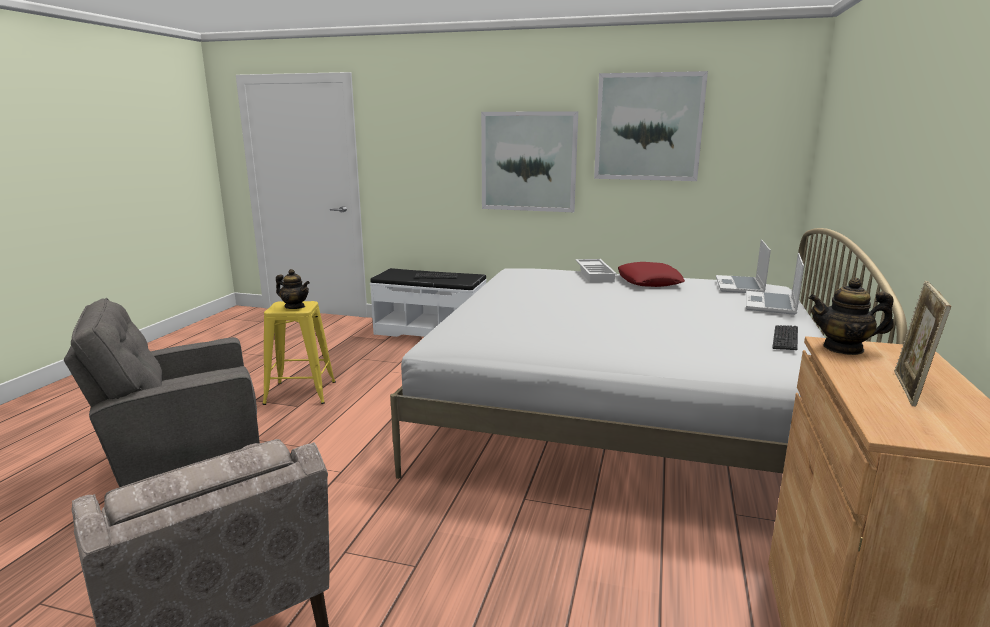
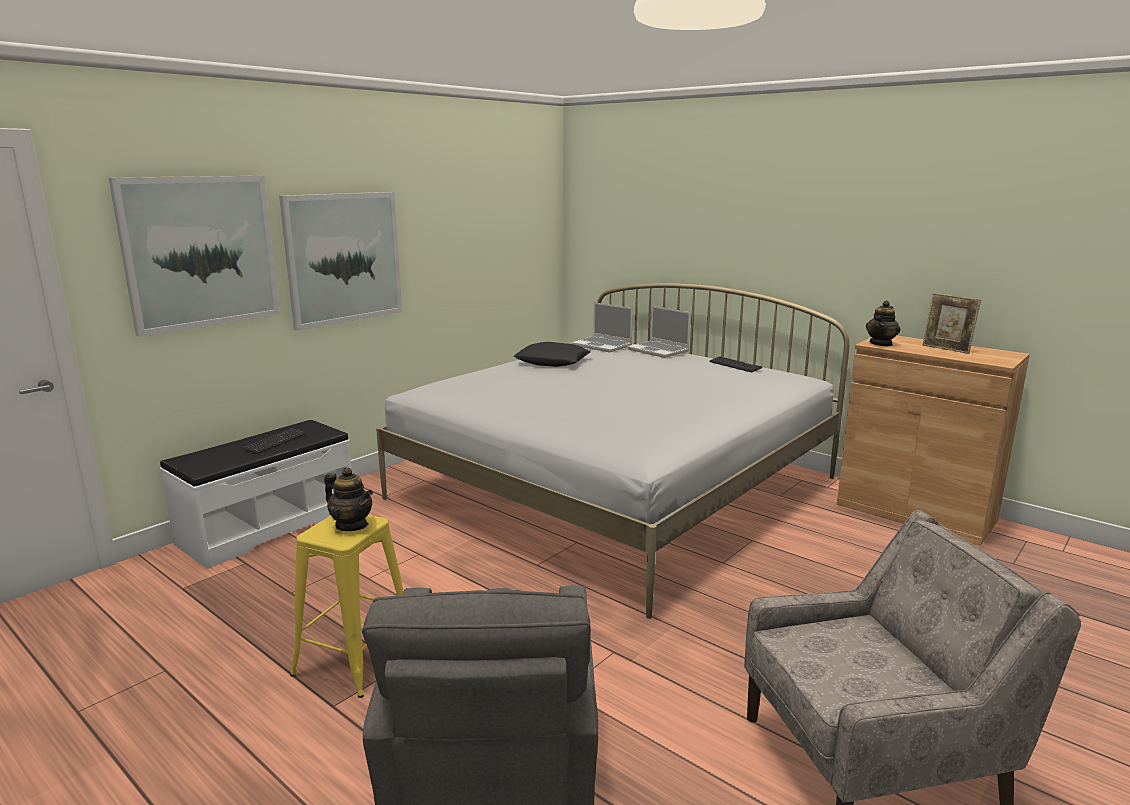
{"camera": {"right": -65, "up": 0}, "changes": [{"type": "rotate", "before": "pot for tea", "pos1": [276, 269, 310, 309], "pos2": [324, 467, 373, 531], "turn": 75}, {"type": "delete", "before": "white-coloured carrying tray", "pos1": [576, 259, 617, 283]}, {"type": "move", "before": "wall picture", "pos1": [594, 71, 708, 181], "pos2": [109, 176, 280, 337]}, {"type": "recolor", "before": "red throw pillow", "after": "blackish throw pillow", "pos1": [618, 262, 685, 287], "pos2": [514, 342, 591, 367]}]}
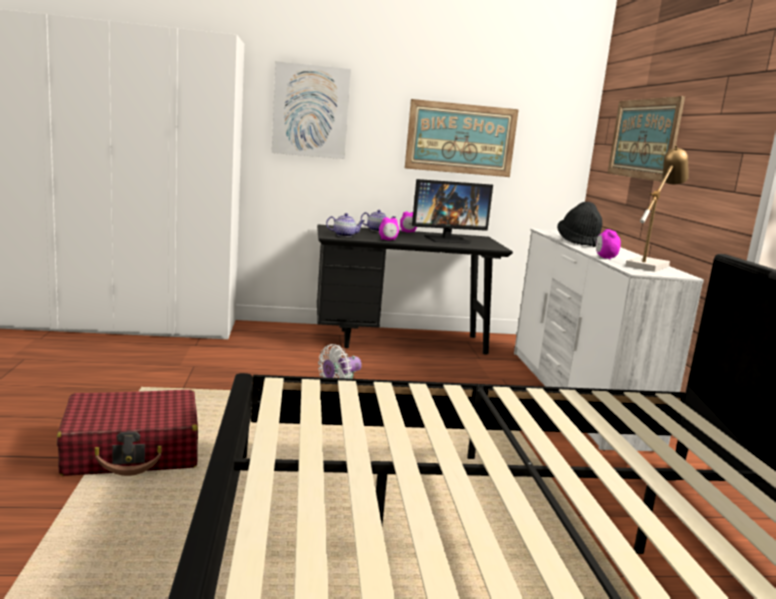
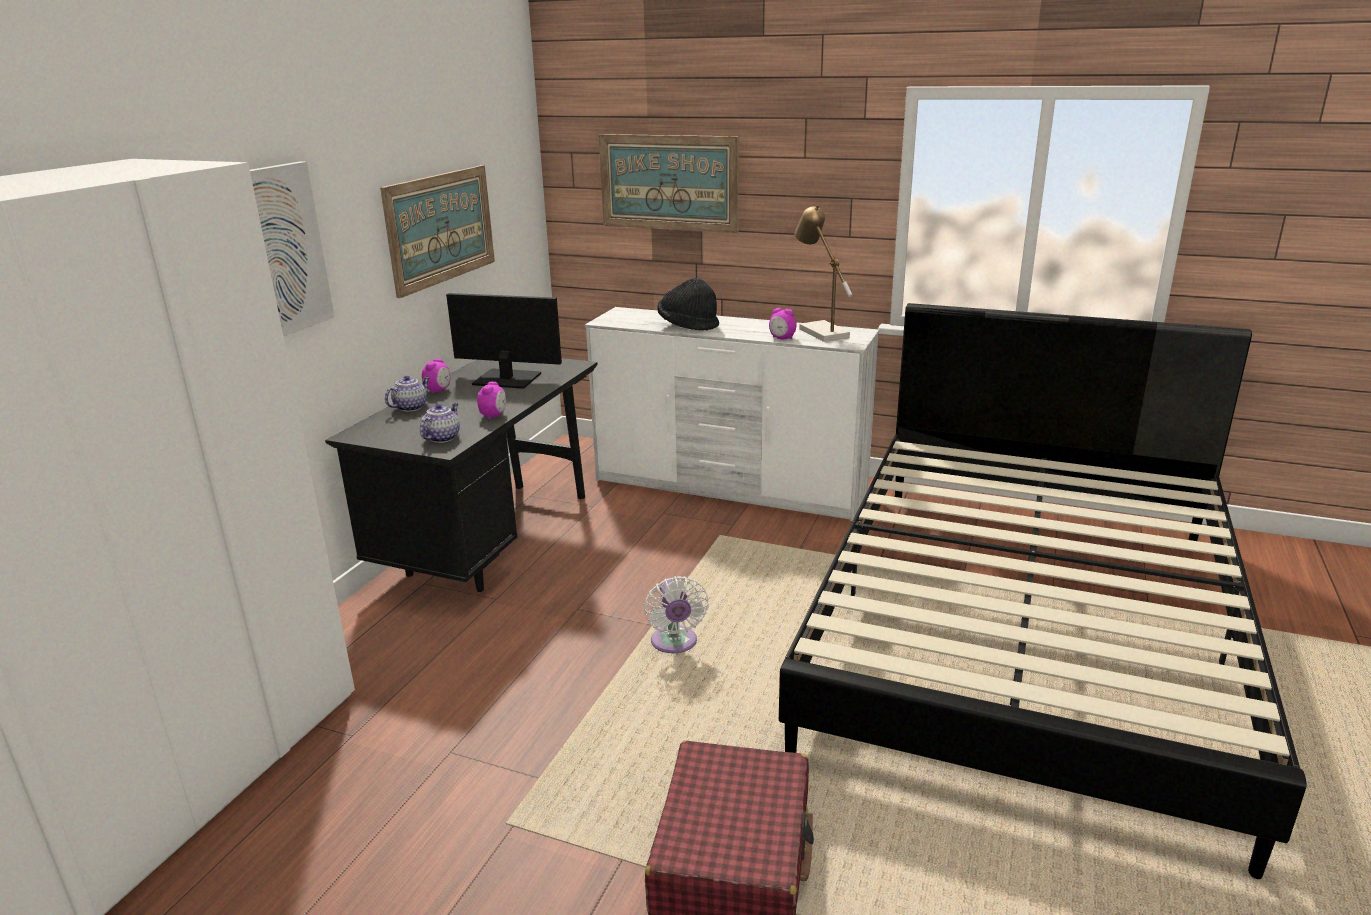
{"camera": {"right": -60, "up": 10}, "changes": [{"type": "rotate", "before": "computer display", "pos1": [412, 179, 493, 244], "pos2": [446, 293, 562, 389], "turn": -90}]}
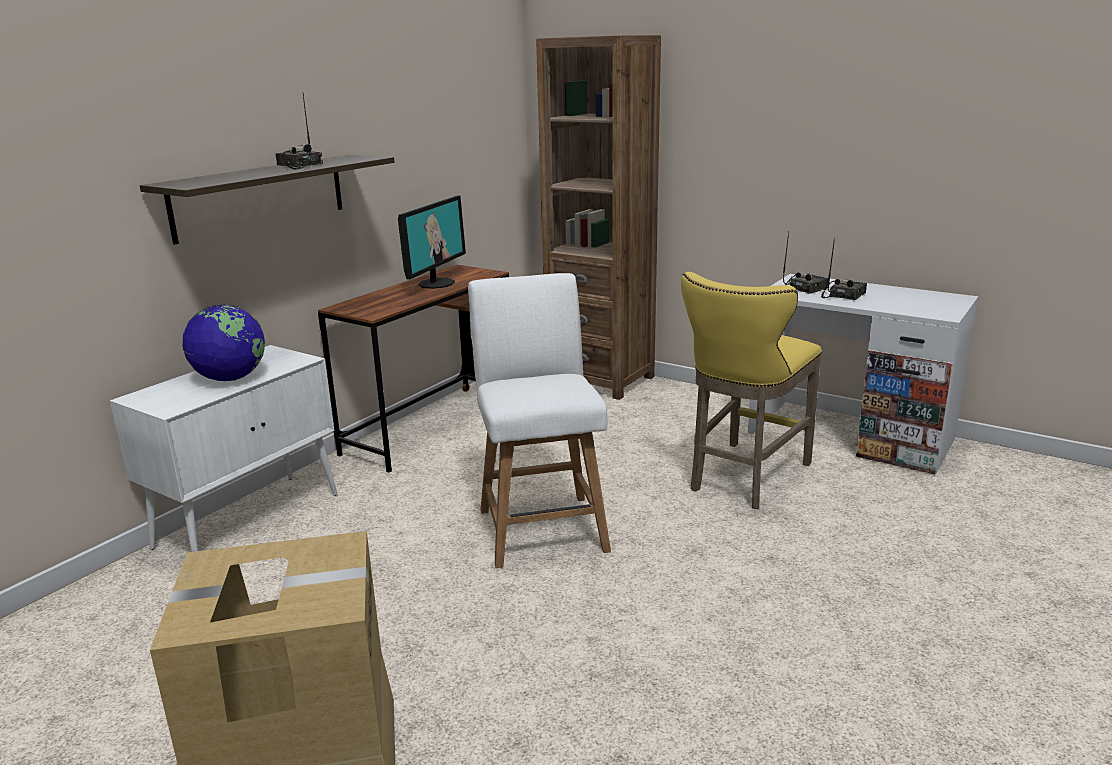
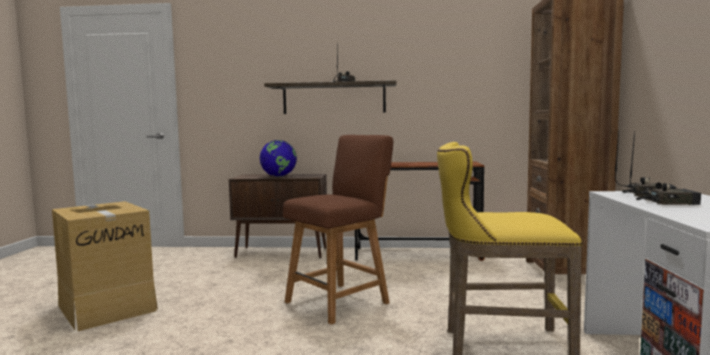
{"camera": {"right": 60, "up": -15}, "changes": [{"type": "recolor", "before": "white-coloured cupboard", "after": "brown-coloured cupboard", "pos1": [110, 345, 337, 552], "pos2": [229, 174, 327, 258]}, {"type": "delete", "before": "computer display", "pos1": [398, 195, 466, 289]}, {"type": "recolor", "before": "white-coloured chair", "after": "brown-coloured chair", "pos1": [468, 273, 611, 568], "pos2": [283, 135, 393, 325]}]}
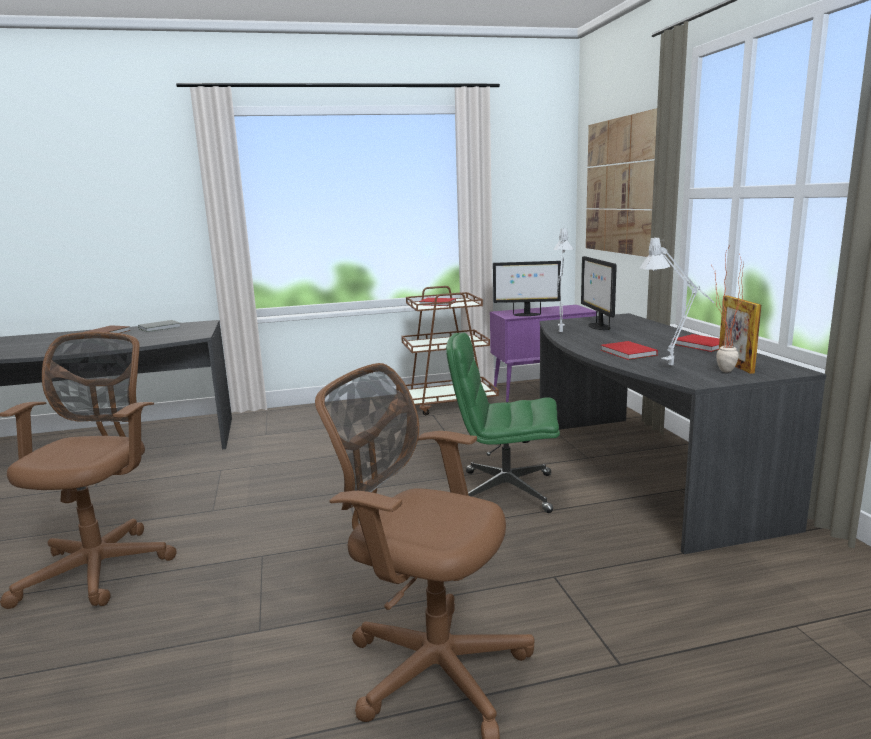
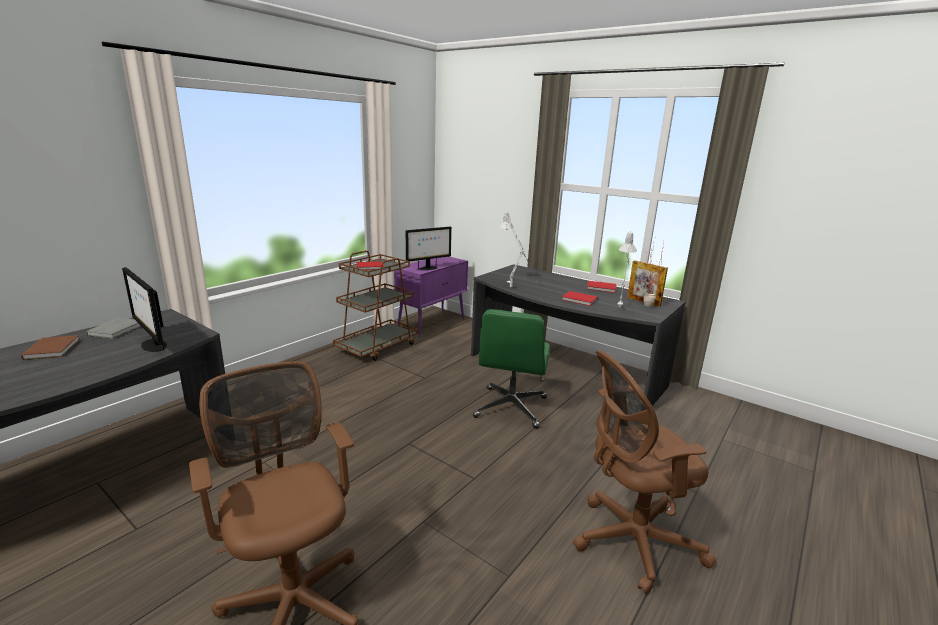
{"camera": {"right": -40, "up": 5}, "changes": [{"type": "rotate", "before": "green-coloured desk chair", "pos1": [446, 332, 560, 513], "pos2": [473, 309, 550, 429], "turn": -45}, {"type": "move", "before": "computer display", "pos1": [581, 256, 617, 330], "pos2": [122, 267, 167, 352]}, {"type": "delete", "before": "wall picture", "pos1": [586, 108, 657, 257]}]}
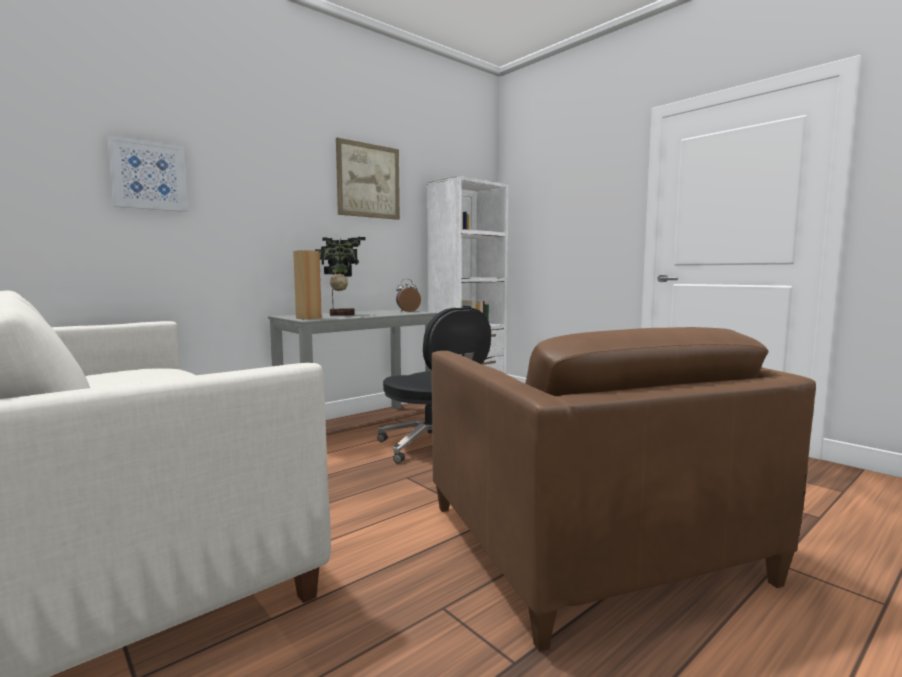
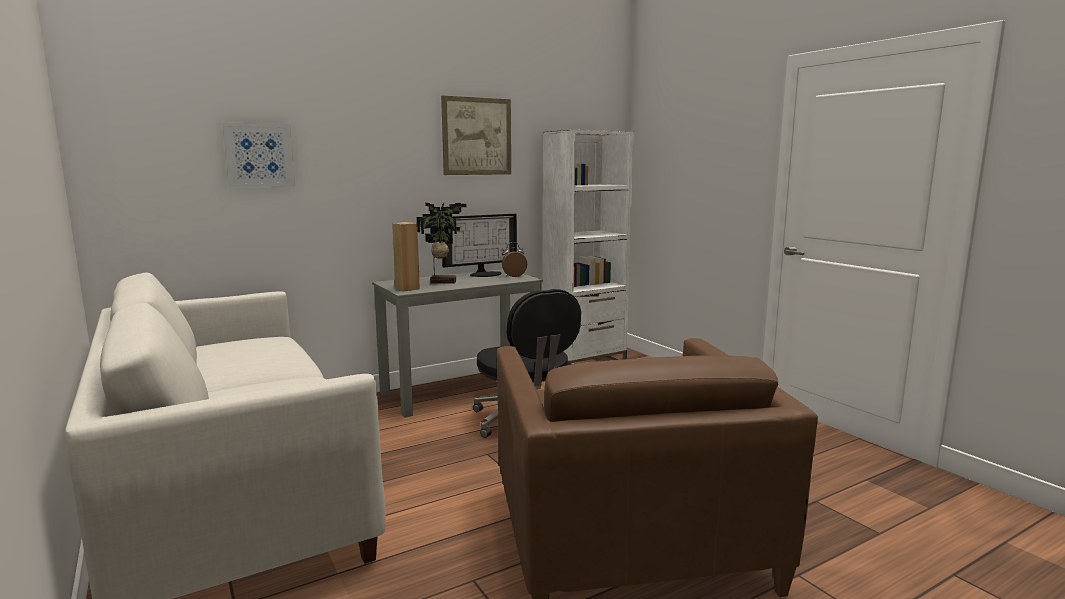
{"camera": {"right": 10, "up": 5}, "changes": [{"type": "insert", "after": "computer display", "pos2": [442, 214, 517, 277]}]}
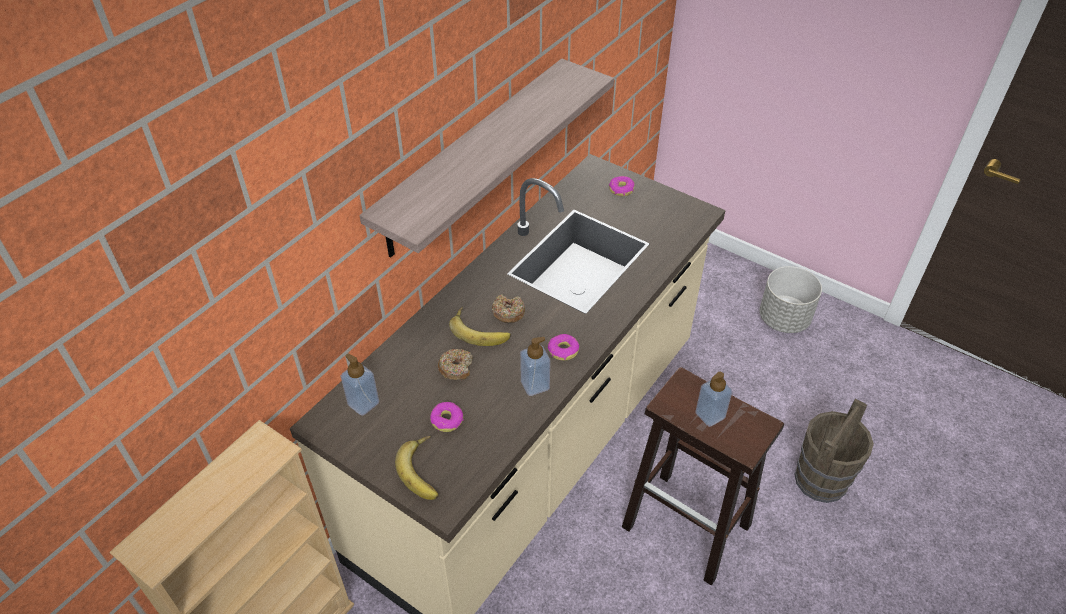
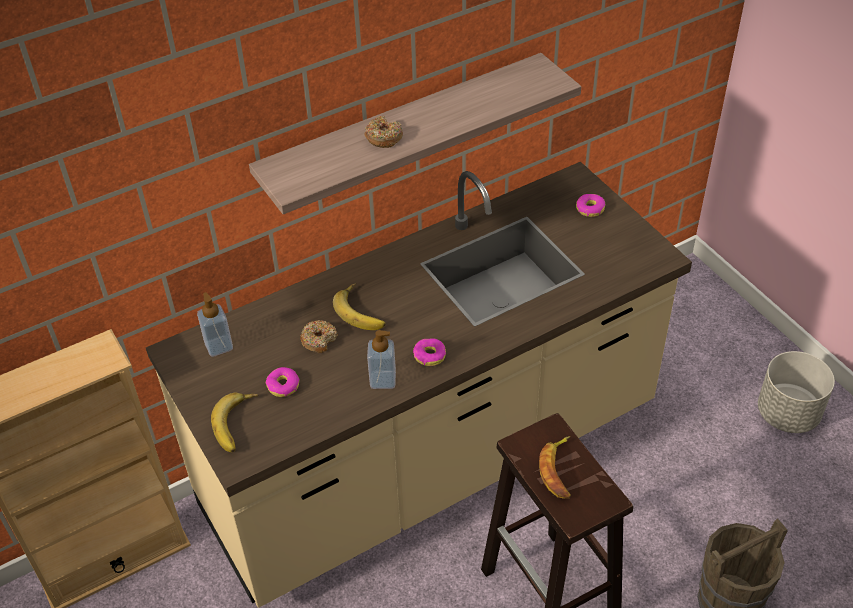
{"camera": {"right": 25, "up": 0}, "changes": [{"type": "move", "before": "doughnut", "pos1": [492, 294, 525, 323], "pos2": [365, 116, 403, 148]}, {"type": "replace", "before": "soap dispenser", "after": "banana fruit", "pos1": [695, 372, 732, 427], "pos2": [539, 436, 571, 498]}]}
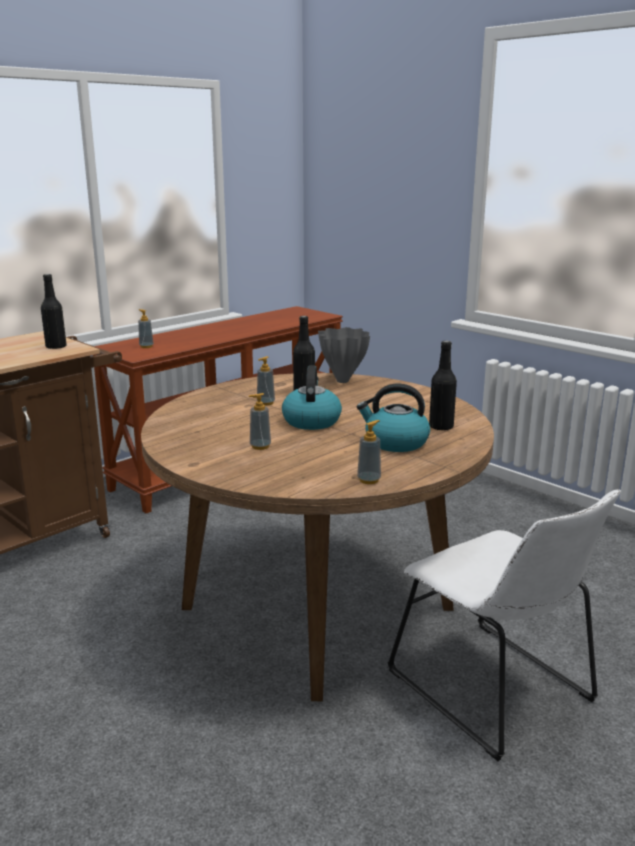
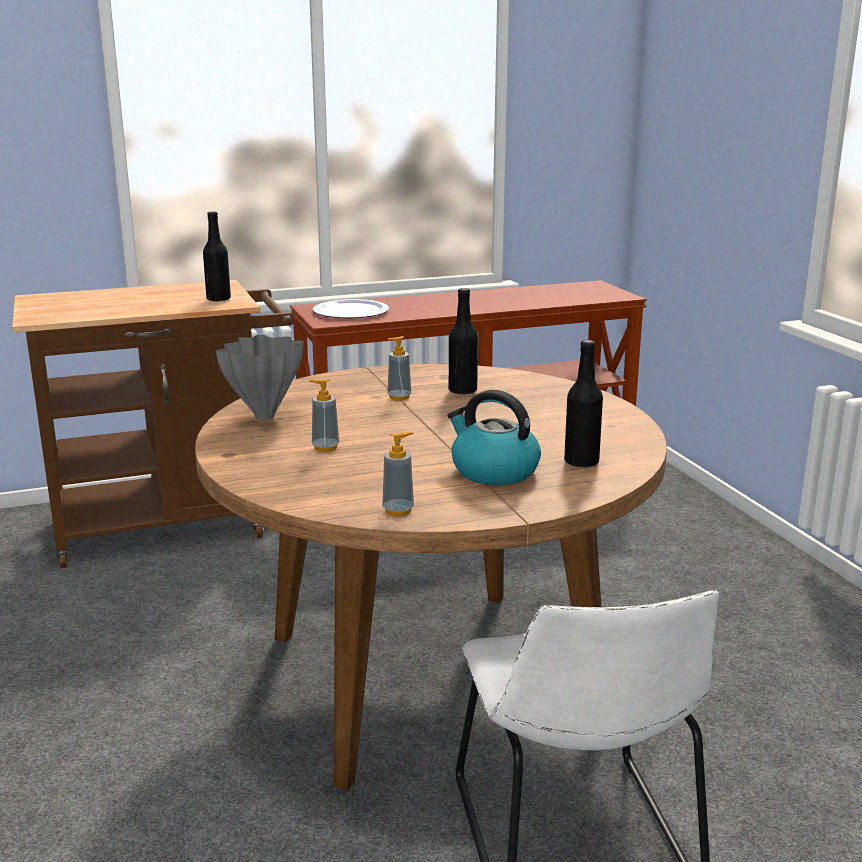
{"camera": {"right": 25, "up": 0}, "changes": [{"type": "replace", "before": "soap dispenser", "after": "dinner plate", "pos1": [138, 309, 154, 348], "pos2": [313, 299, 389, 318]}, {"type": "delete", "before": "water kettle", "pos1": [282, 366, 342, 430]}, {"type": "move", "before": "grey decorative vase", "pos1": [318, 327, 370, 383], "pos2": [216, 335, 304, 420]}]}
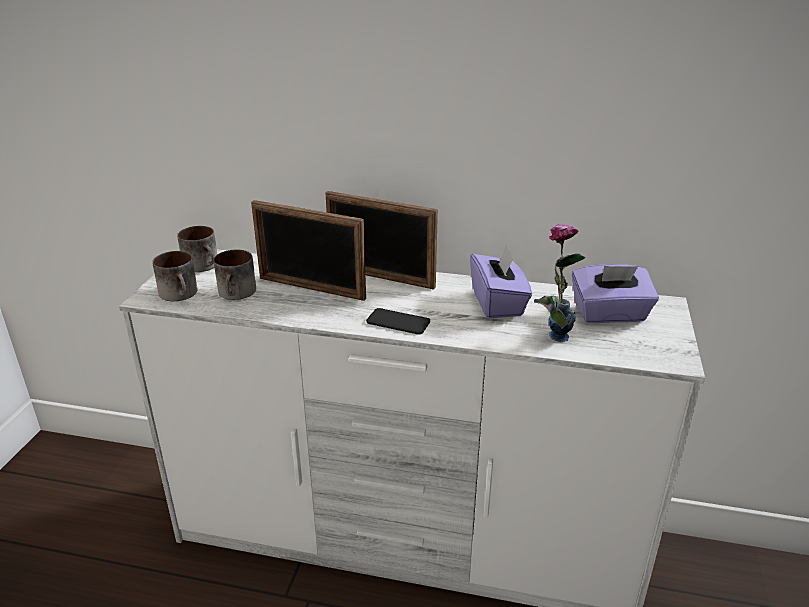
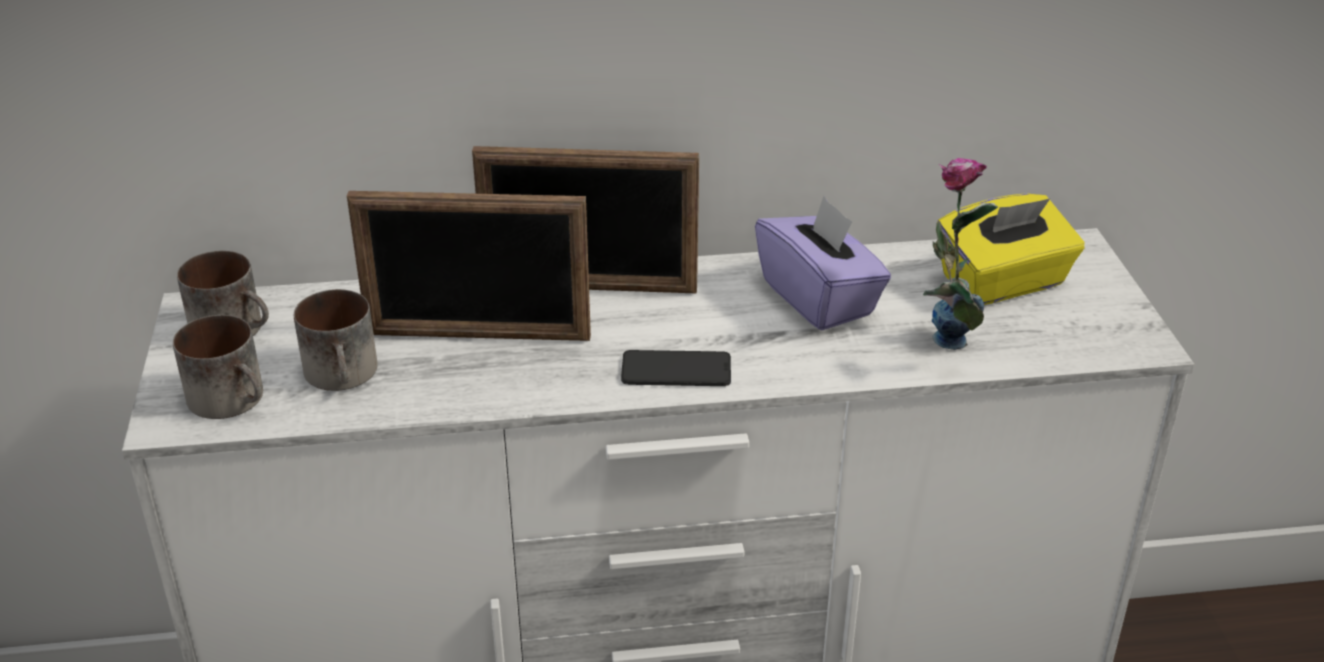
{"camera": {"right": -20, "up": 5}, "changes": [{"type": "recolor", "before": "purple box of tissues", "after": "yellow box of tissues", "pos1": [572, 264, 659, 323], "pos2": [938, 193, 1085, 305]}]}
